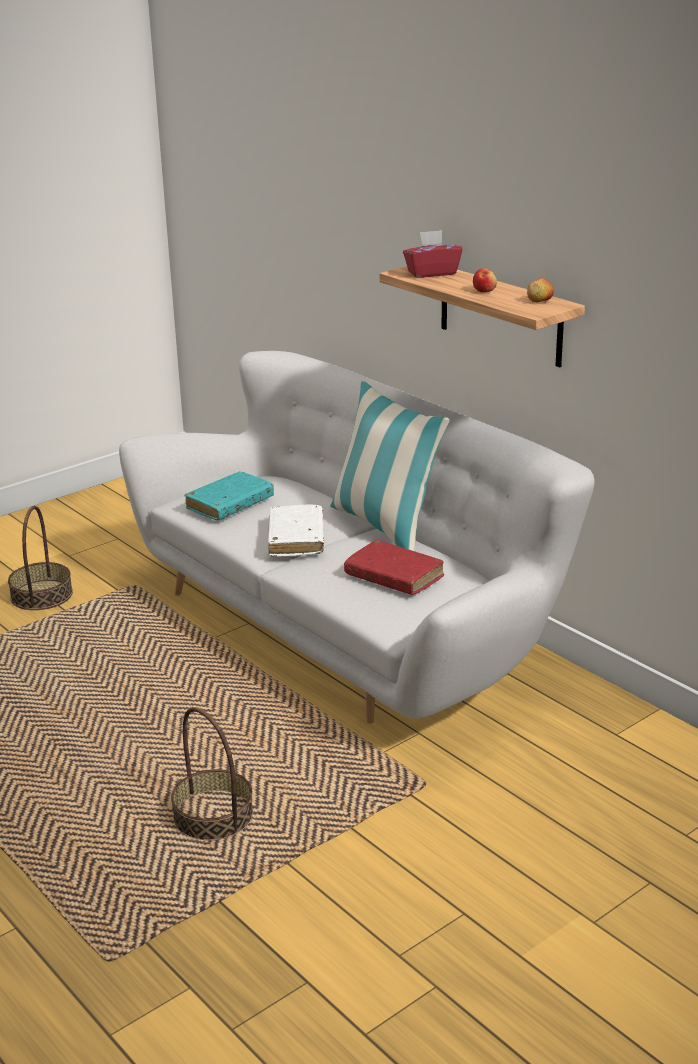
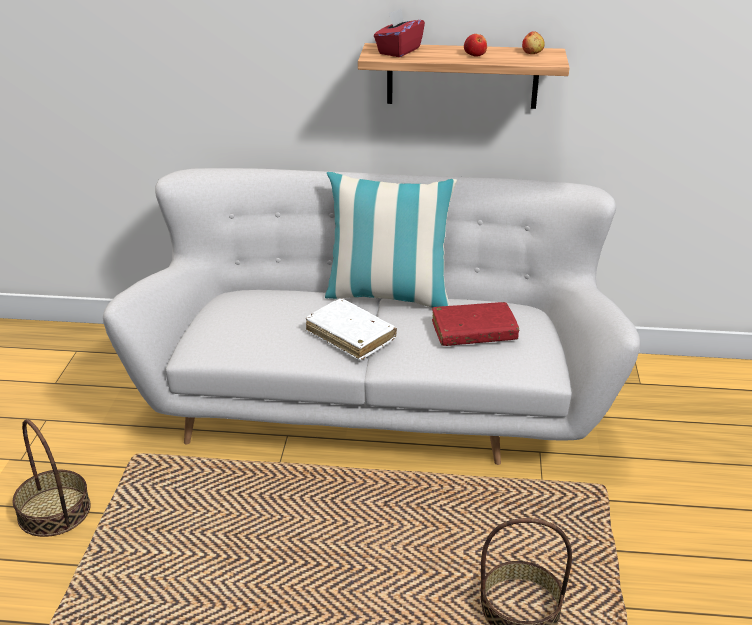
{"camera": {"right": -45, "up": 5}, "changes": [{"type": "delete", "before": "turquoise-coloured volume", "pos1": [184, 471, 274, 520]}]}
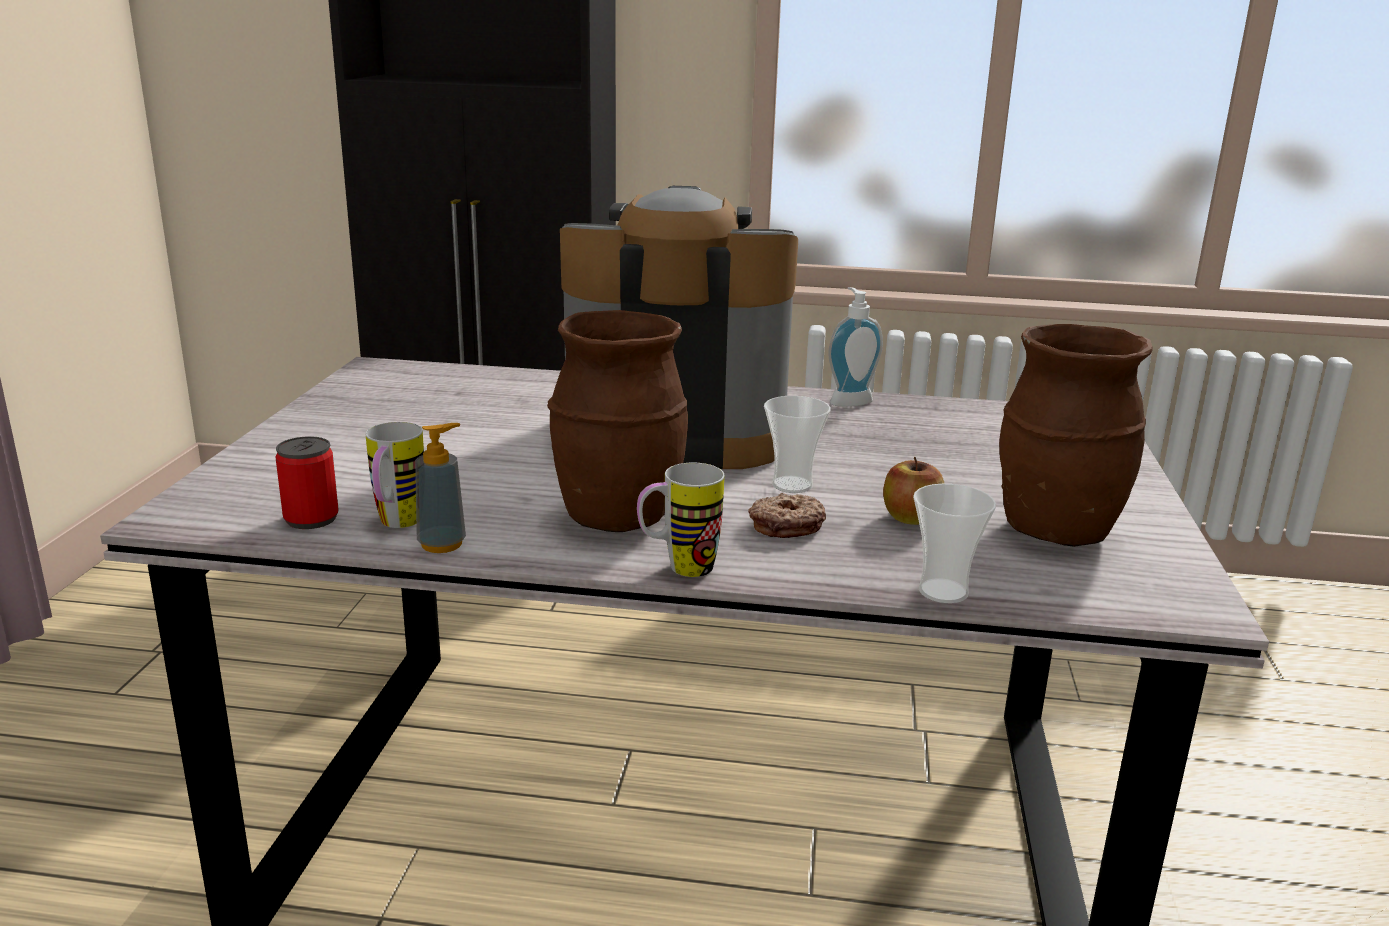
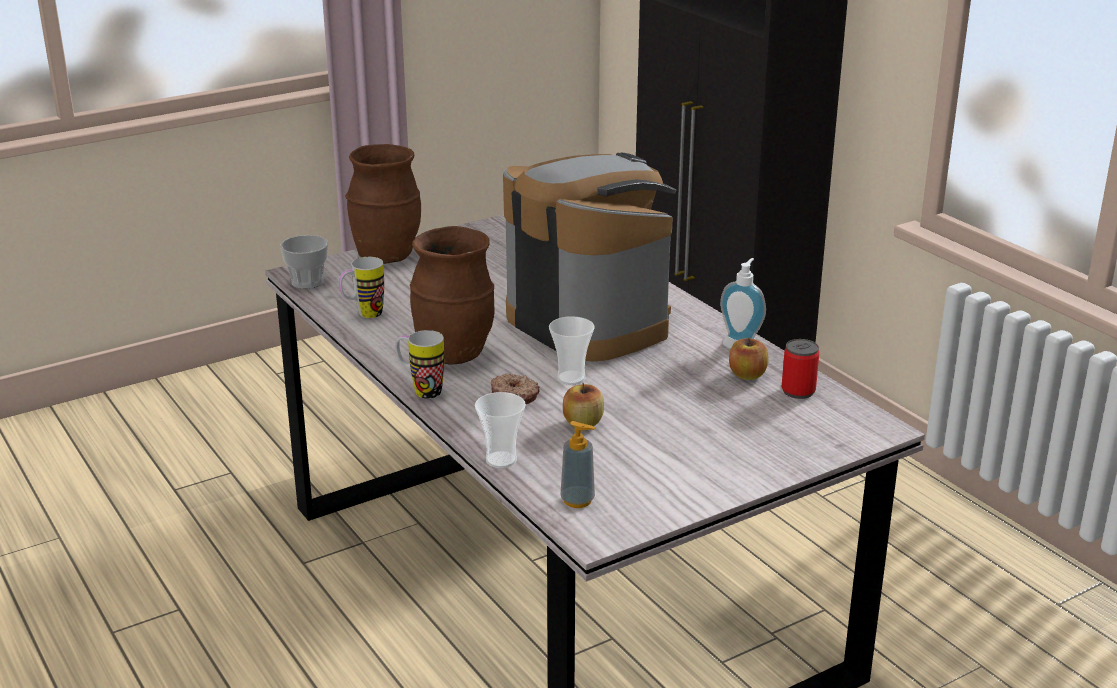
{"camera": {"right": 50, "up": 5}, "changes": [{"type": "move", "before": "sealed can", "pos1": [275, 436, 339, 529], "pos2": [782, 339, 819, 399]}, {"type": "move", "before": "soap dispenser", "pos1": [415, 423, 466, 553], "pos2": [560, 421, 596, 508]}, {"type": "move", "before": "brown-coloured decorative vase", "pos1": [999, 324, 1152, 547], "pos2": [345, 144, 421, 264]}, {"type": "insert", "after": "cup", "pos2": [281, 235, 328, 289]}, {"type": "insert", "after": "apple", "pos2": [729, 337, 769, 380]}]}
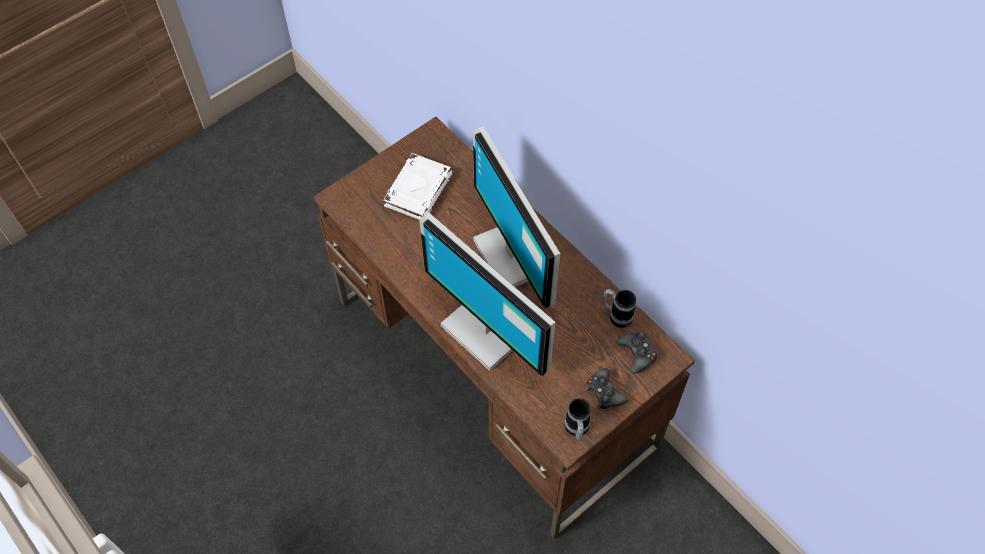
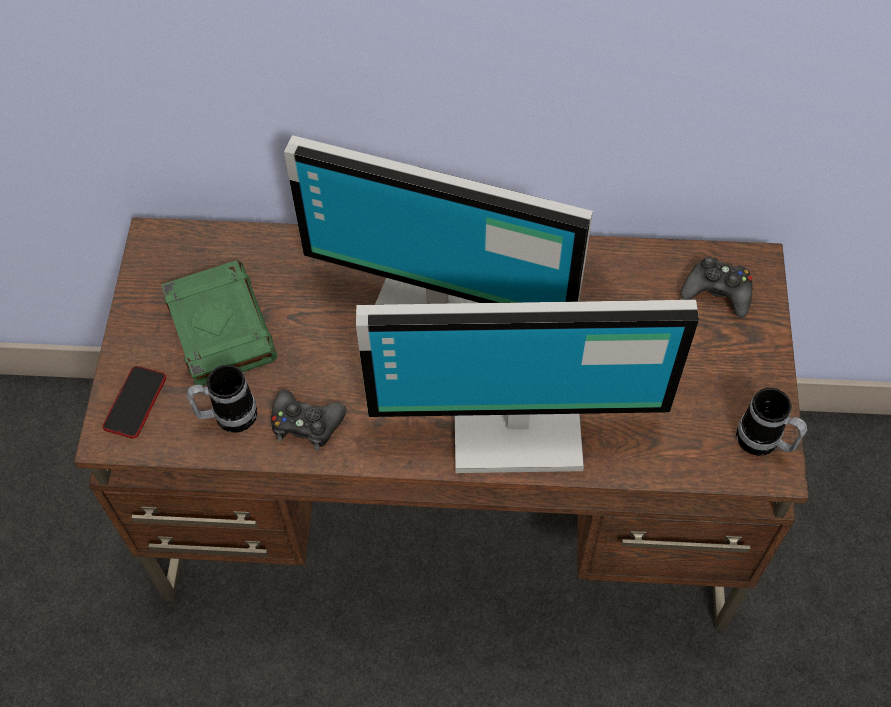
{"camera": {"right": -45, "up": 0}, "changes": [{"type": "recolor", "before": "white-coloured volume", "after": "green-coloured volume", "pos1": [383, 153, 453, 220], "pos2": [161, 260, 277, 386]}, {"type": "move", "before": "blackish joypad", "pos1": [585, 368, 628, 409], "pos2": [271, 390, 347, 451]}, {"type": "move", "before": "tea mug", "pos1": [603, 289, 636, 328], "pos2": [186, 365, 258, 433]}, {"type": "insert", "after": "telephone", "pos2": [103, 366, 166, 438]}]}
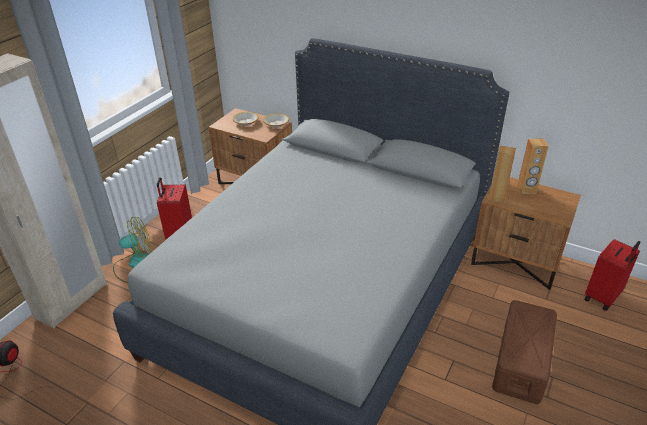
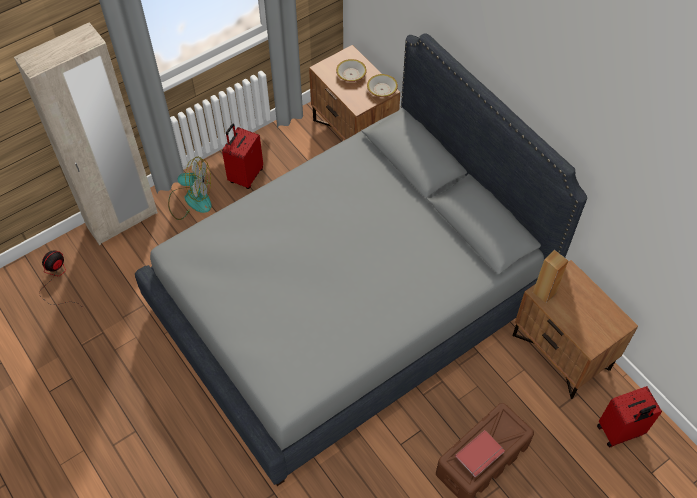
{"camera": {"right": 25, "up": 20}, "changes": [{"type": "delete", "before": "brown-coloured speaker", "pos1": [517, 138, 549, 194]}, {"type": "insert", "after": "red volume", "pos2": [455, 430, 505, 478]}]}
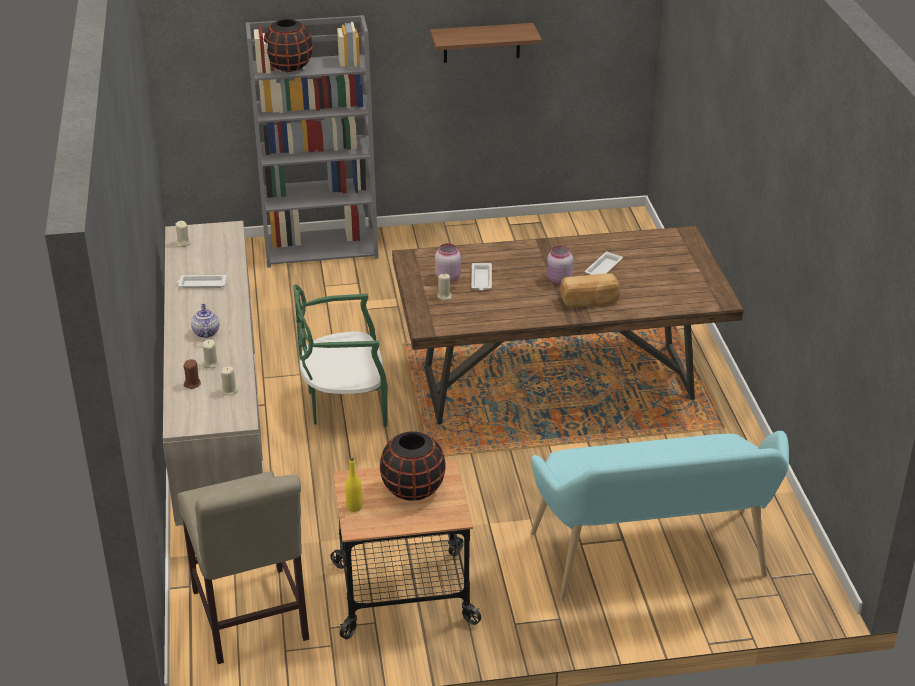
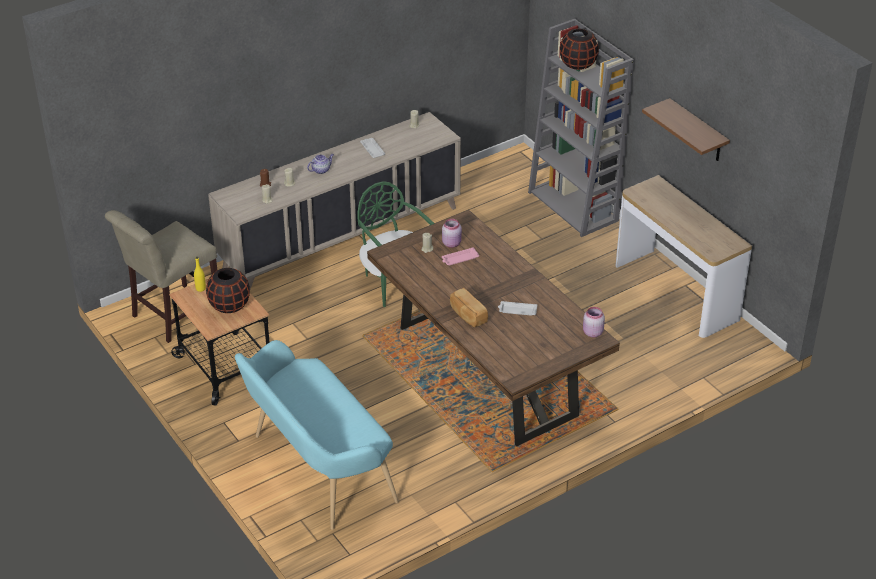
{"camera": {"right": 65, "up": 5}, "changes": [{"type": "recolor", "before": "white-coloured carrying tray", "after": "pinkish carrying tray", "pos1": [471, 263, 492, 291], "pos2": [442, 247, 479, 265]}, {"type": "move", "before": "pinkish storage jar", "pos1": [547, 246, 573, 284], "pos2": [583, 307, 605, 337]}, {"type": "insert", "after": "console table", "pos2": [616, 175, 752, 338]}]}
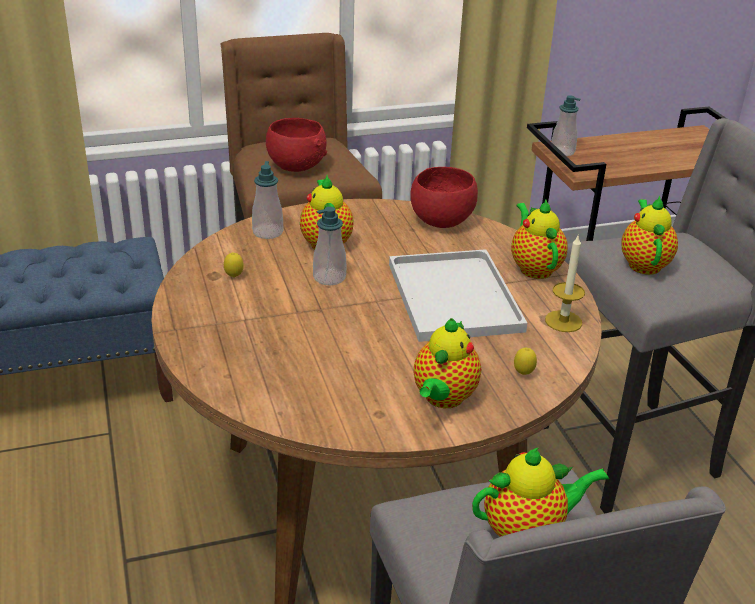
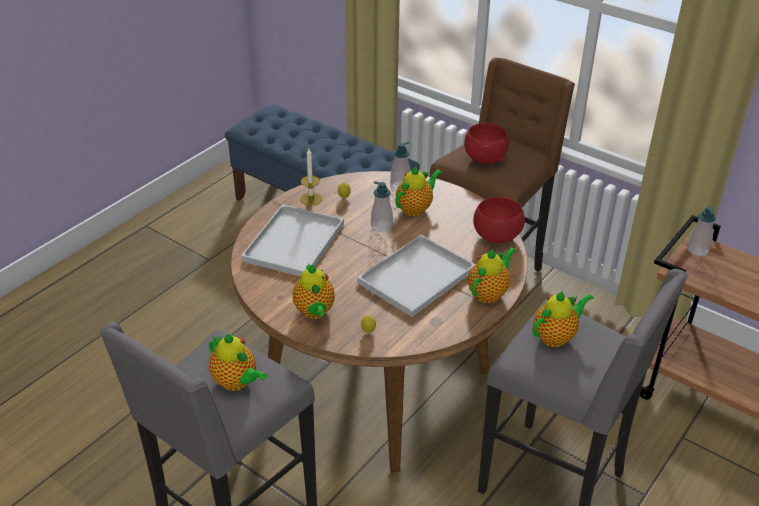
{"camera": {"right": 55, "up": 5}, "changes": [{"type": "rotate", "before": "pot for tea", "pos1": [413, 318, 481, 408], "pos2": [293, 264, 335, 319], "turn": -90}, {"type": "move", "before": "wax light", "pos1": [545, 234, 585, 332], "pos2": [300, 148, 322, 206]}, {"type": "insert", "after": "white-coloured carrying tray", "pos2": [241, 204, 344, 277]}]}
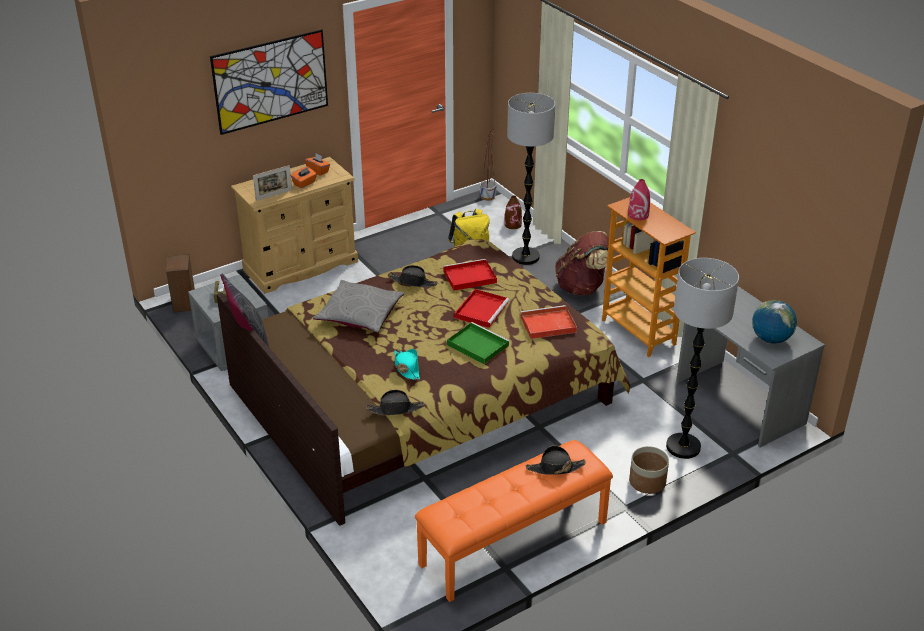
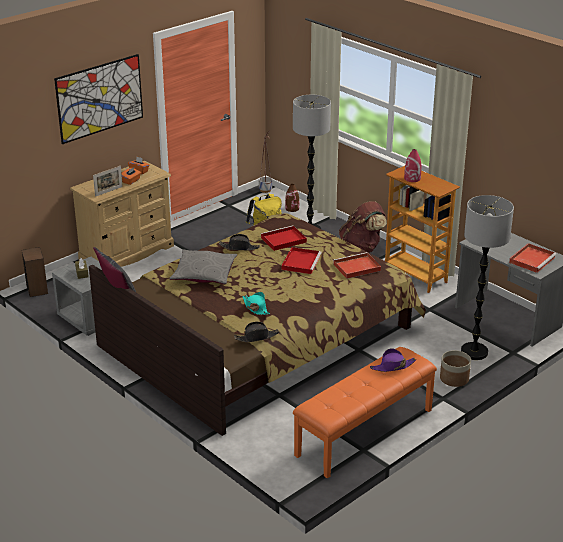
{"camera": {"right": -10, "up": -5}, "changes": [{"type": "delete", "before": "green-coloured carrying tray", "pos1": [447, 322, 510, 364]}, {"type": "recolor", "before": "blackish clothing hat", "after": "purple clothing hat", "pos1": [526, 445, 586, 475], "pos2": [370, 348, 416, 372]}, {"type": "replace", "before": "desk globe", "after": "red carrying tray", "pos1": [752, 300, 797, 343], "pos2": [509, 243, 557, 273]}]}
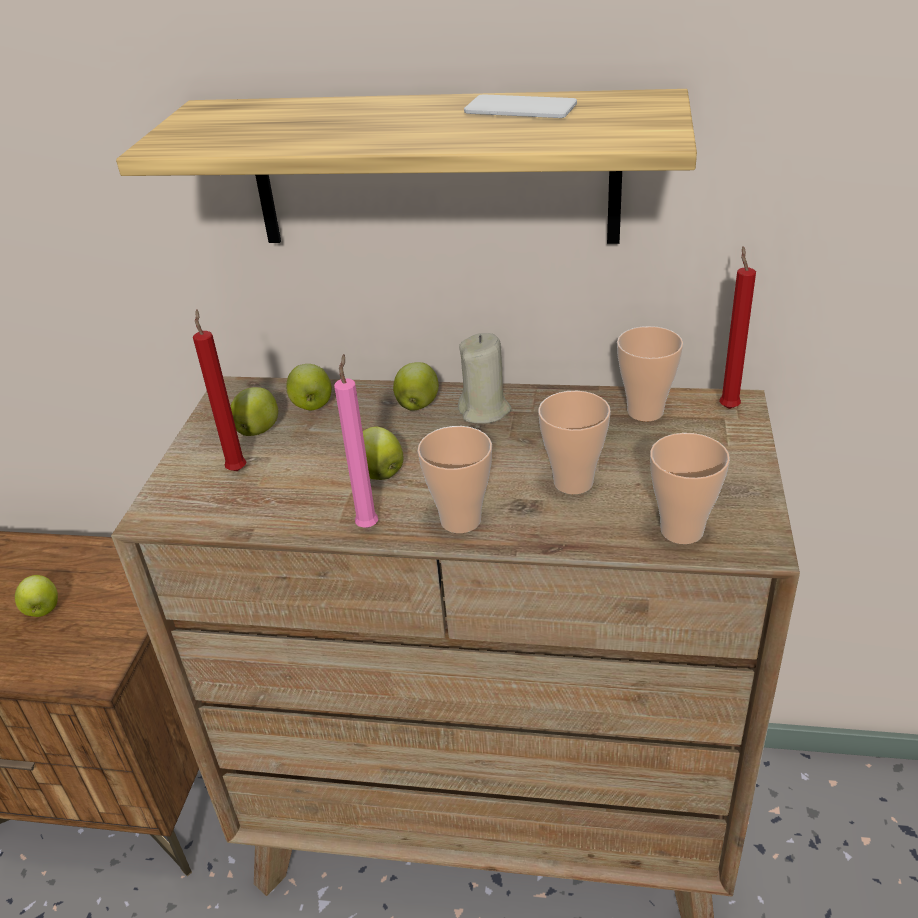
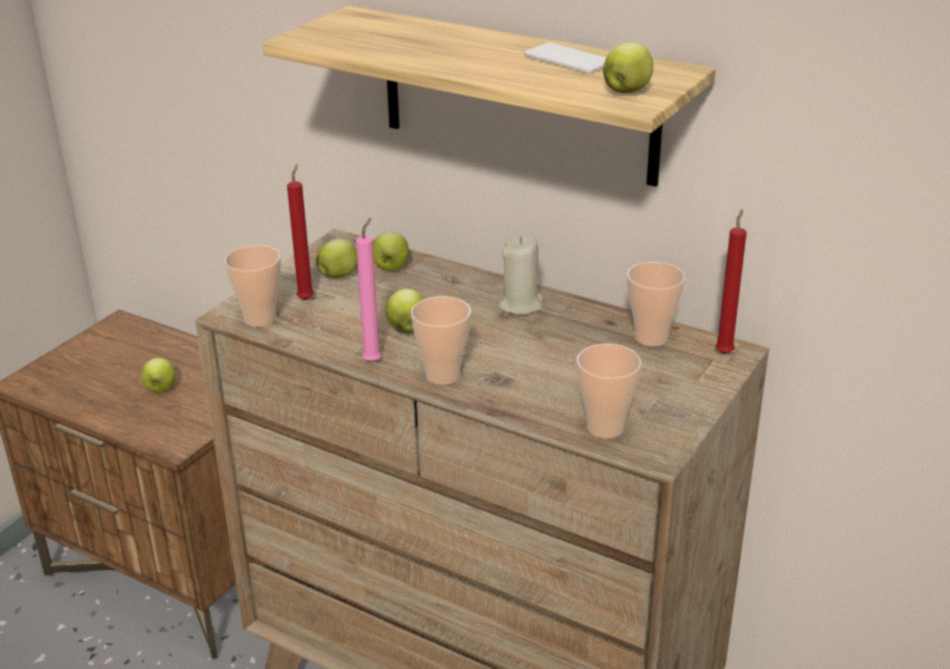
{"camera": {"right": 20, "up": -5}, "changes": [{"type": "move", "before": "apple", "pos1": [393, 362, 439, 411], "pos2": [603, 43, 653, 93]}, {"type": "move", "before": "cup", "pos1": [538, 391, 611, 494], "pos2": [224, 245, 281, 327]}]}
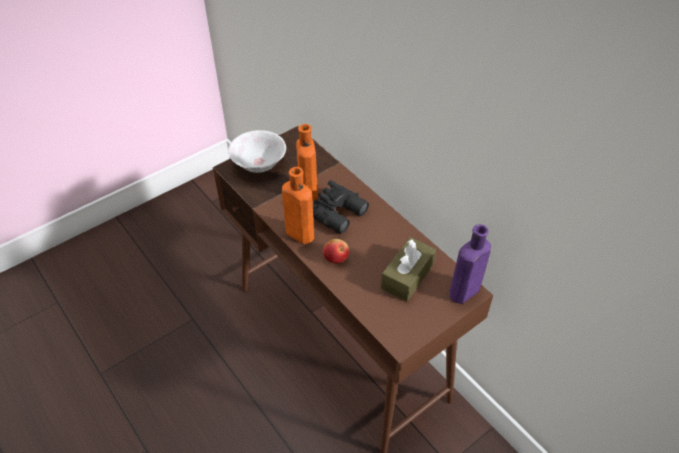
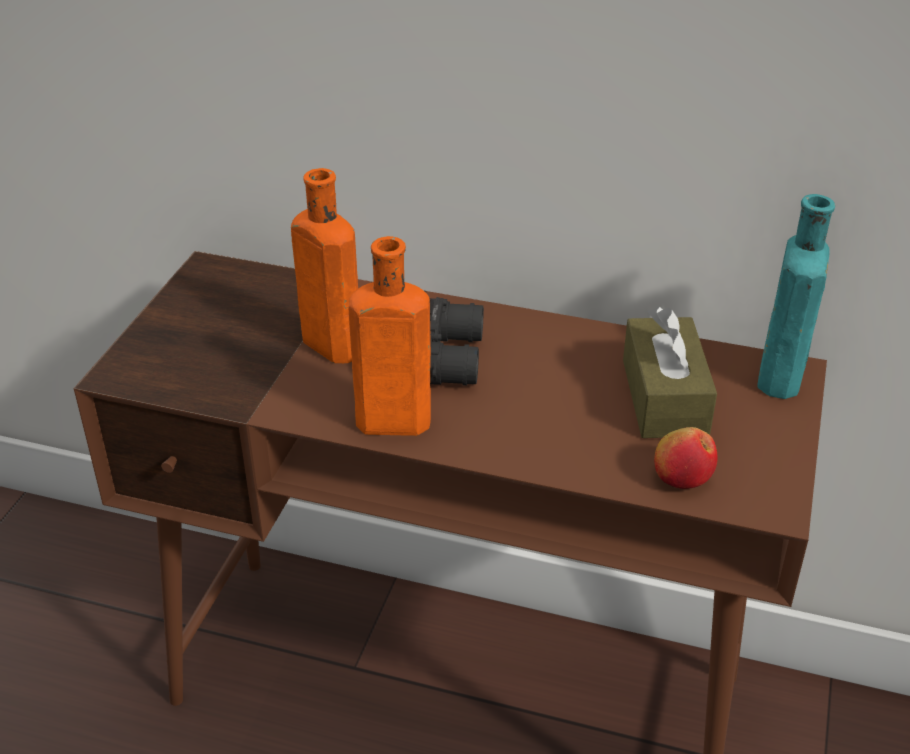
{"camera": {"right": -35, "up": -10}, "changes": [{"type": "delete", "before": "white-coloured bowl", "pos1": [228, 130, 286, 173]}, {"type": "move", "before": "apple", "pos1": [323, 239, 349, 263], "pos2": [654, 427, 718, 489]}, {"type": "recolor", "before": "purple bottle", "after": "turquoise-coloured bottle", "pos1": [449, 224, 491, 304], "pos2": [757, 194, 835, 399]}]}
